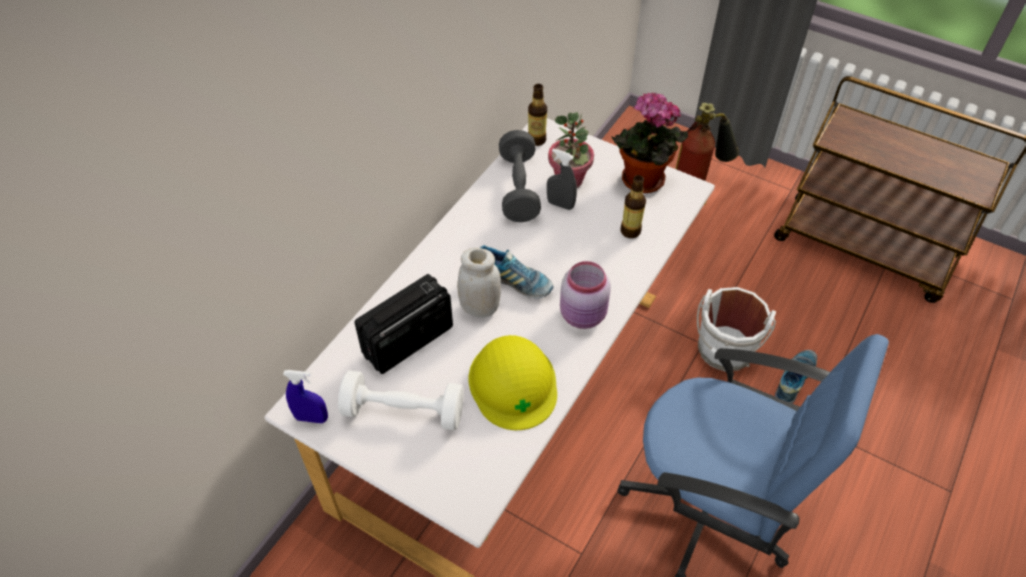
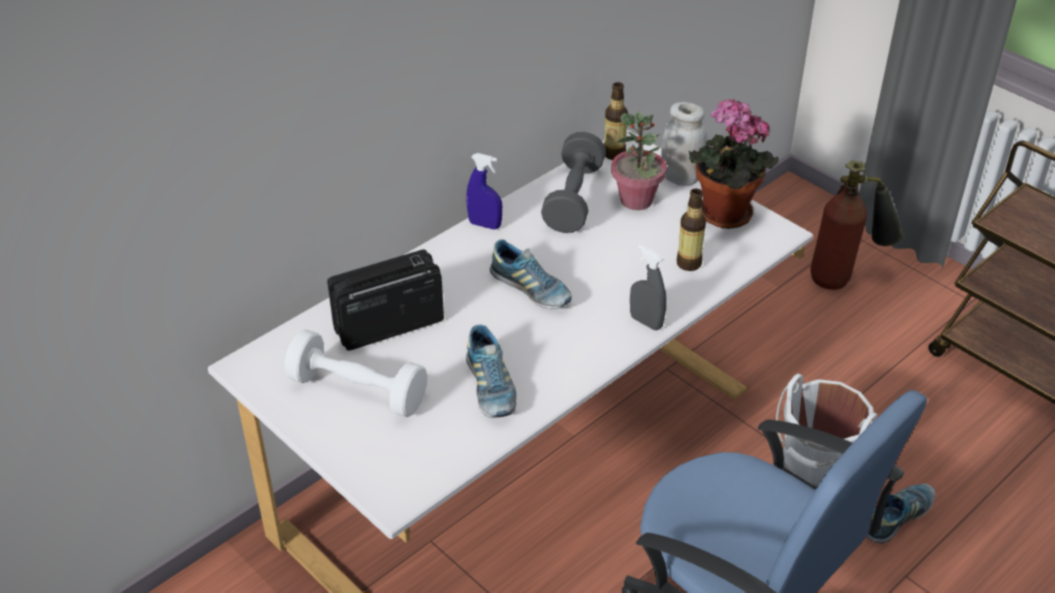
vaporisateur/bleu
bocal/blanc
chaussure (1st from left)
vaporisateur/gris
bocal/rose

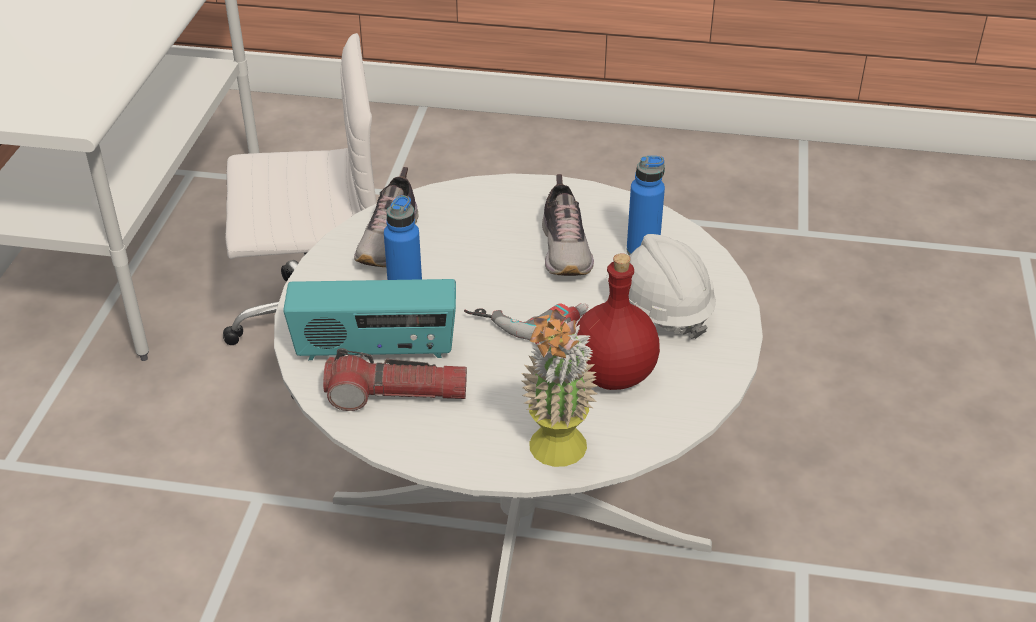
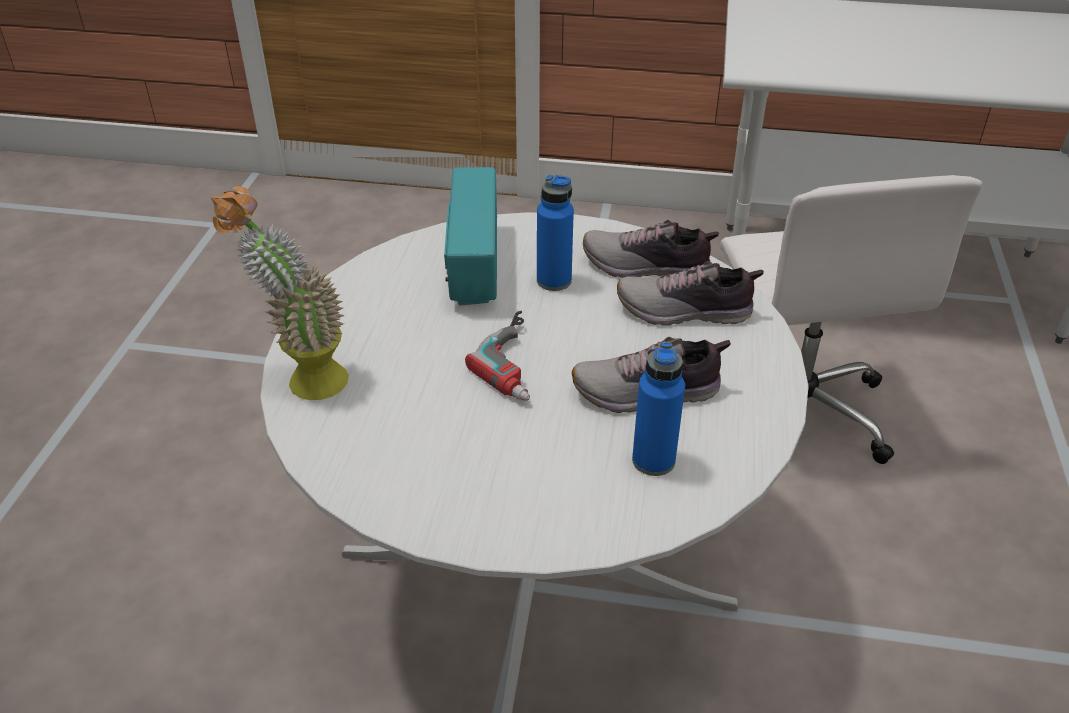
lampe de poche
bouteille/rouge
casque de chantier/blanc
chaussure (3rd from left)

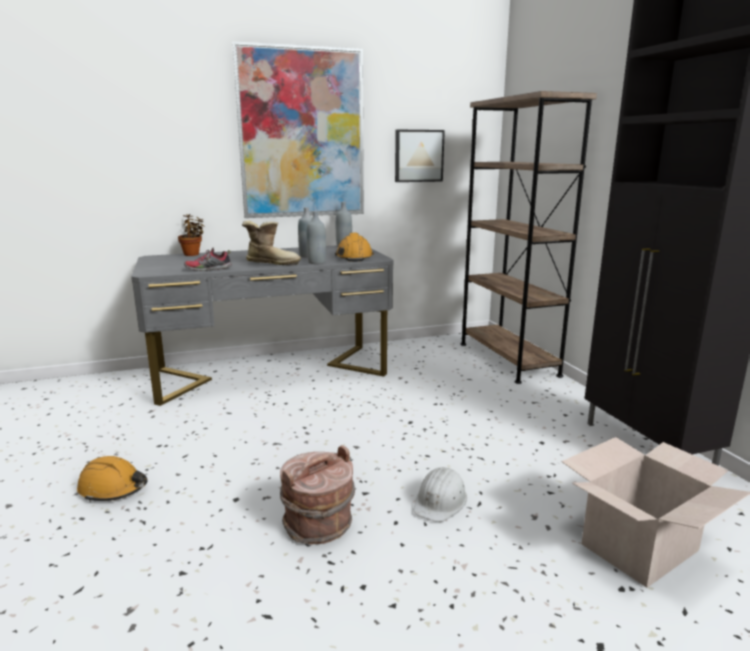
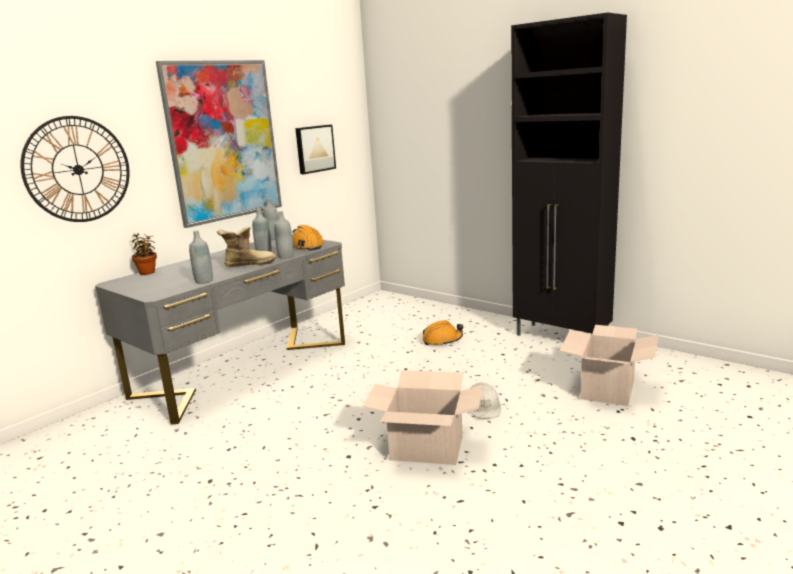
casque de chantier/orange (2nd from left)
bouteille/gris (1st from left)
carton (1st from left)
bibliothèque/marron
horloge murale

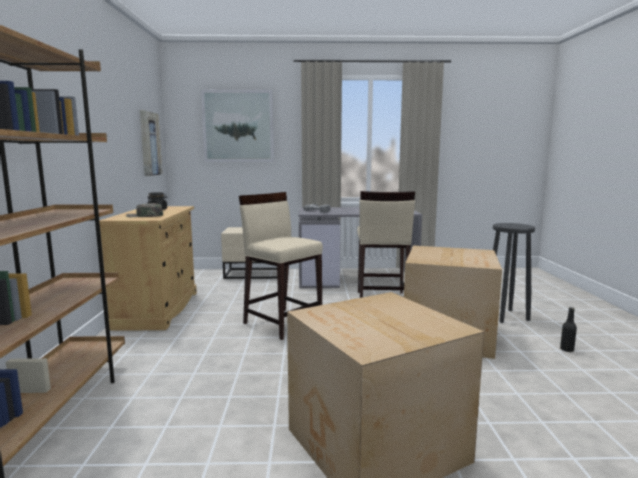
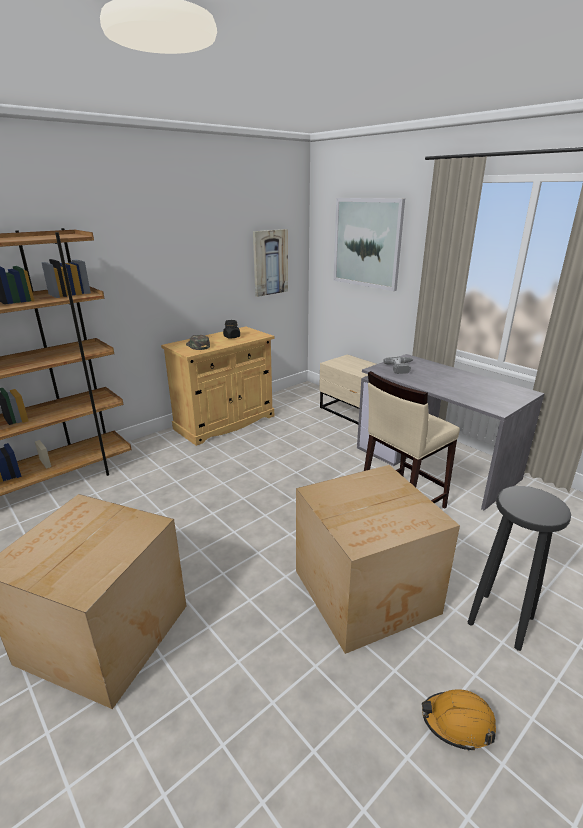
tabouret/beige (1st from left in the first image)
casque de chantier/orange

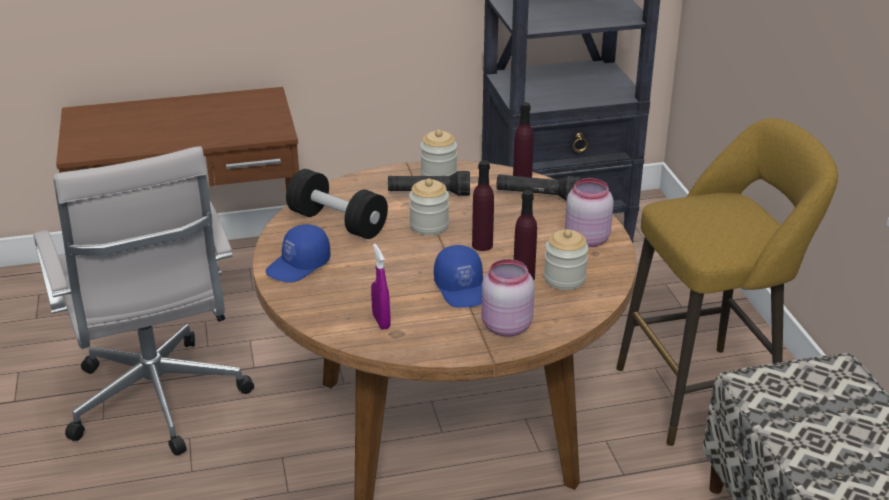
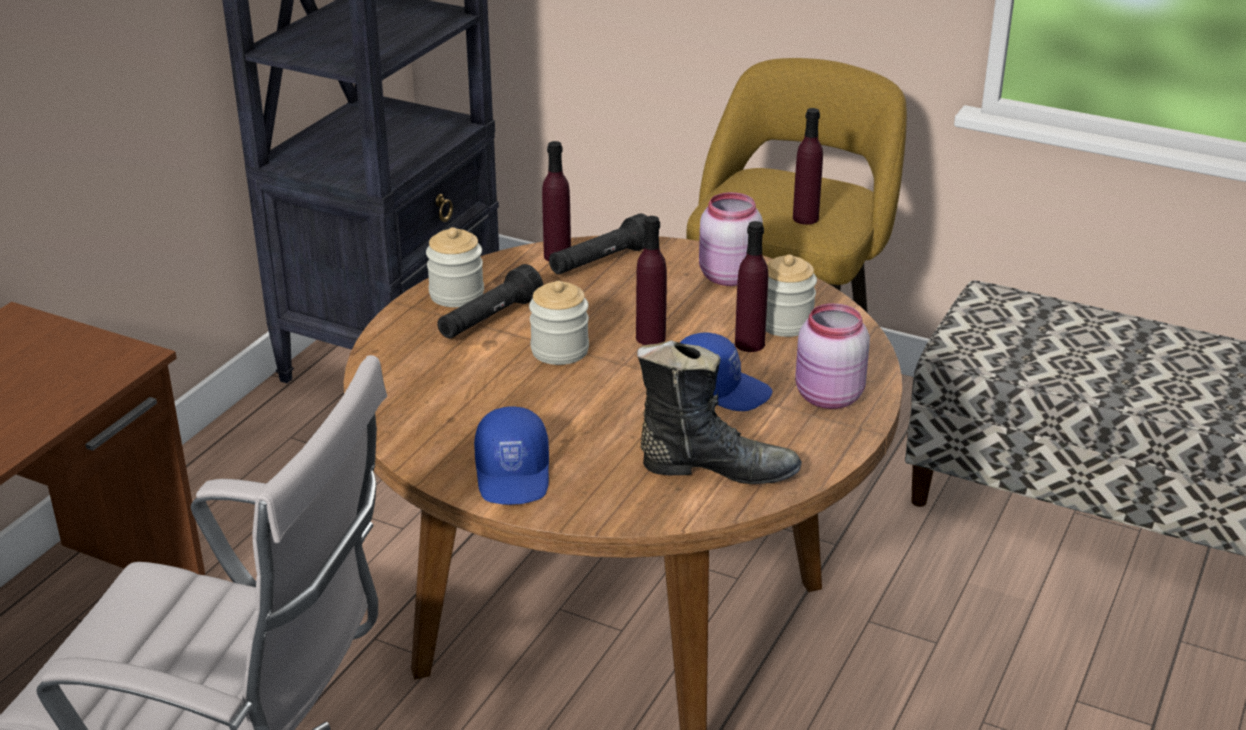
haltère/noir
botte/noir
bouteille/violet (4th from left)

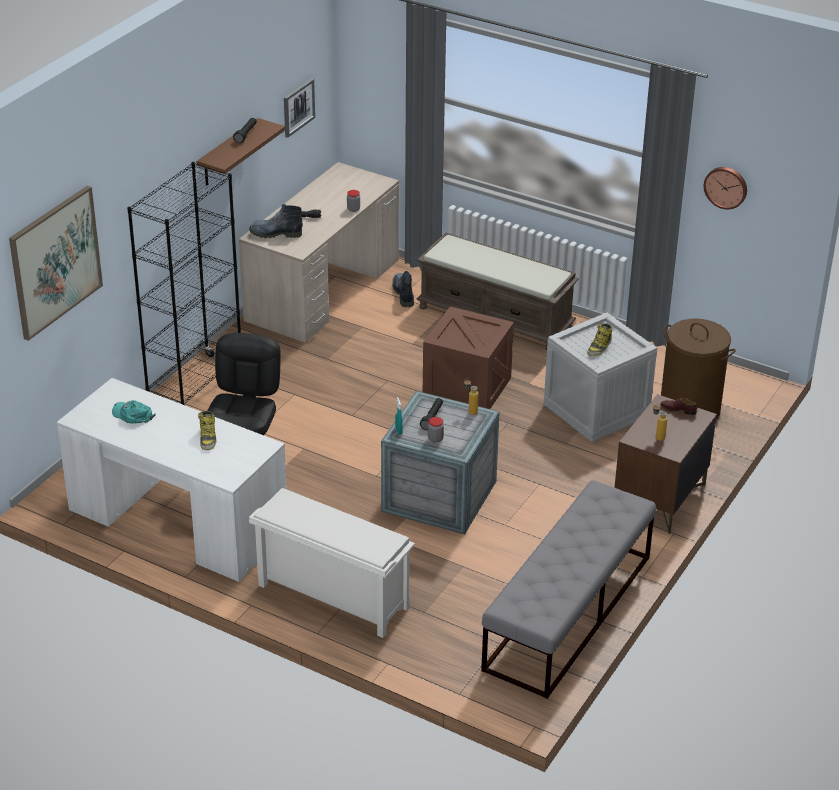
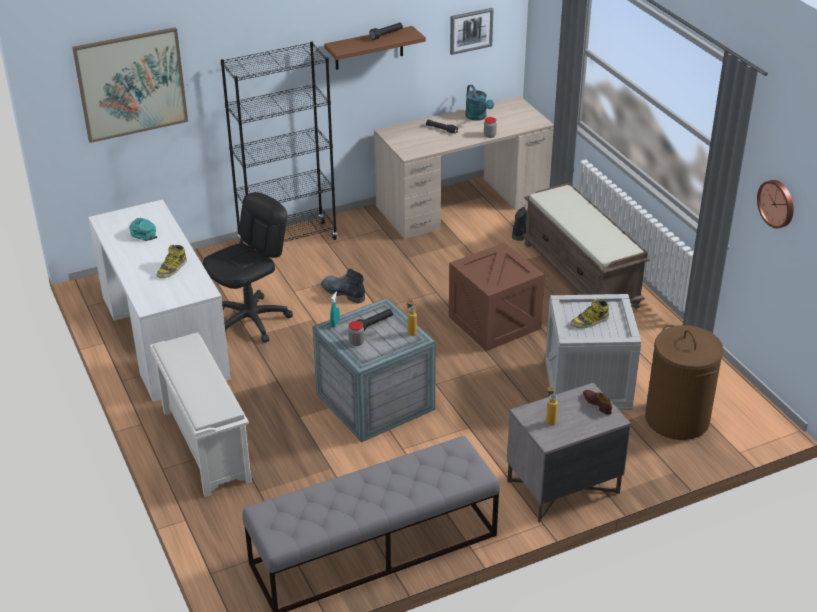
botte (2nd from left)
table de chevet/gris
arrosoir/turquoise

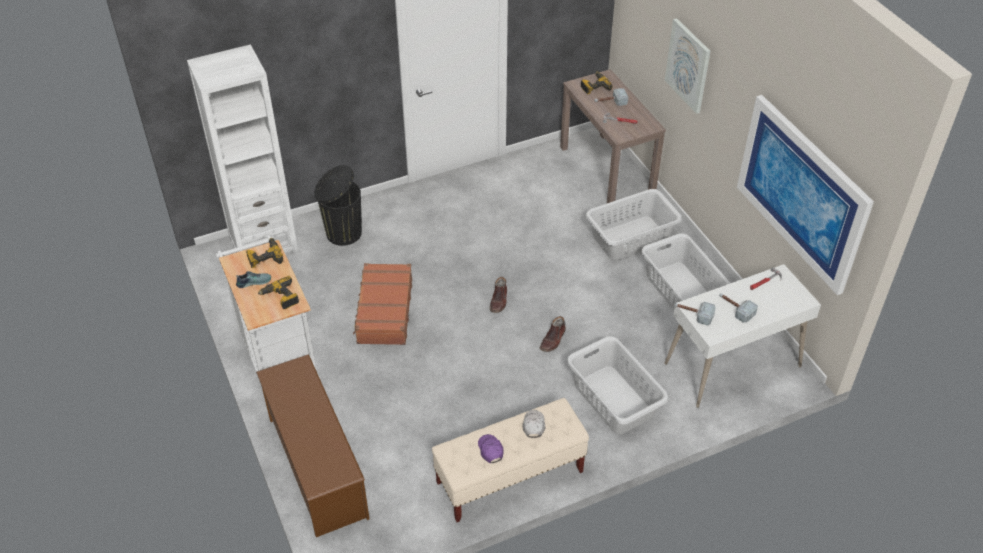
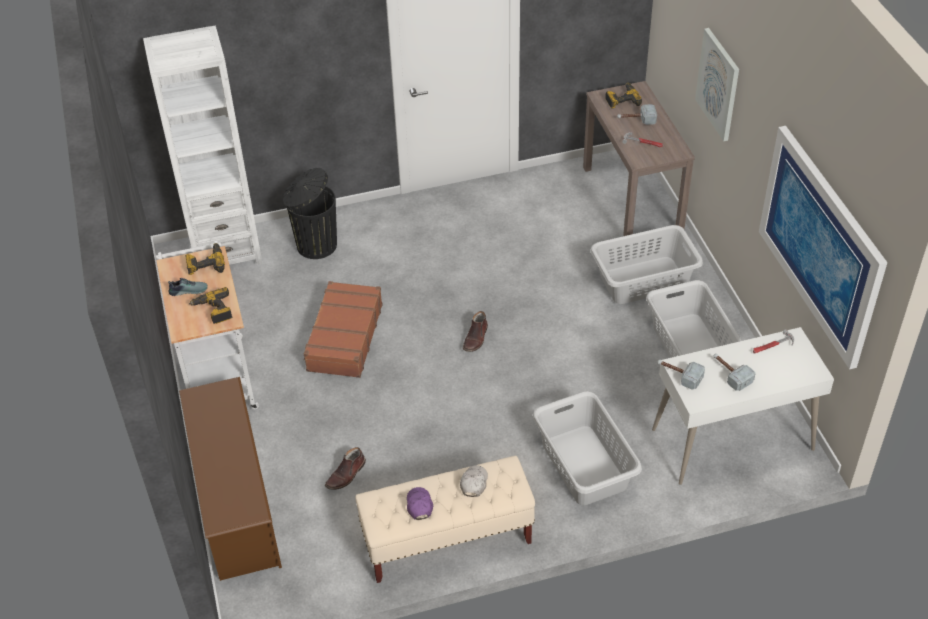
botte/marron (1st from left)

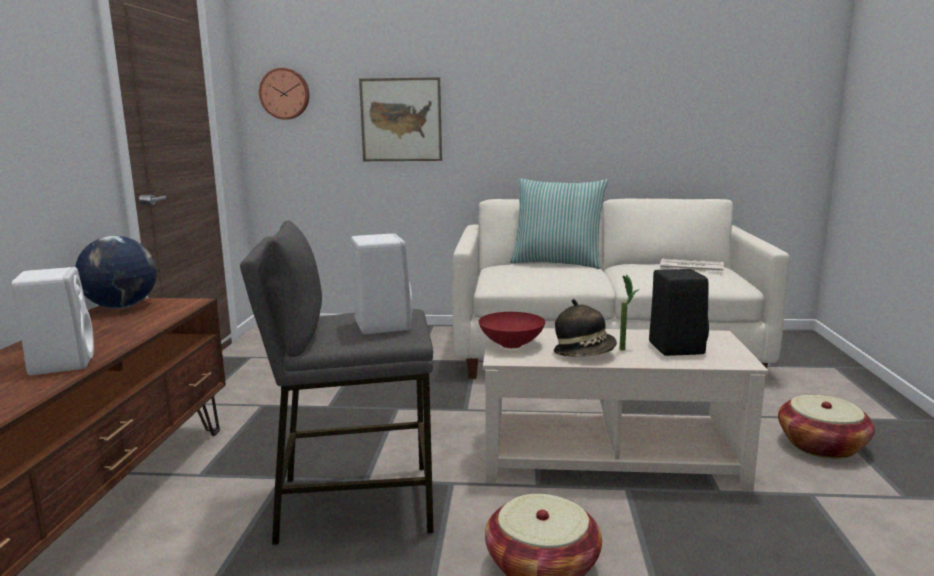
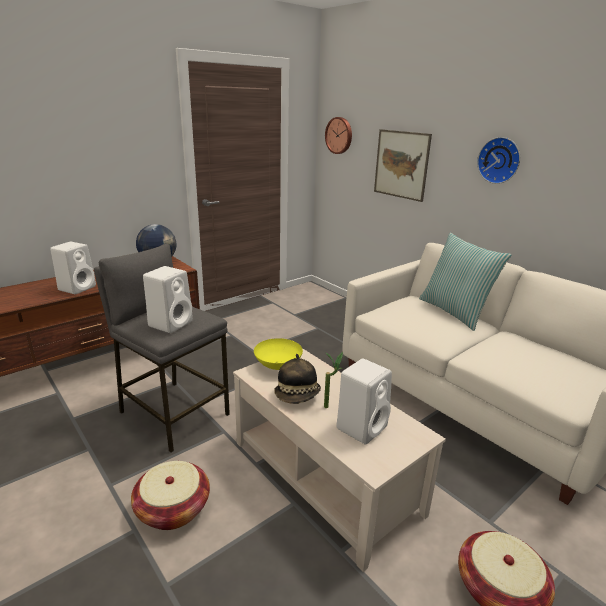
bol/jaune
enceinte/blanc (3rd from left)
journal
horloge murale (2nd from left)

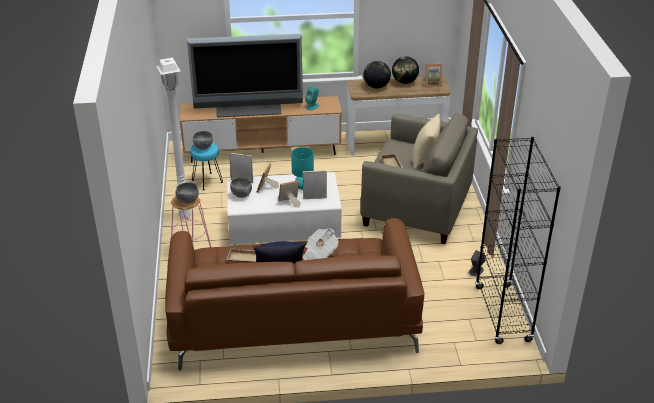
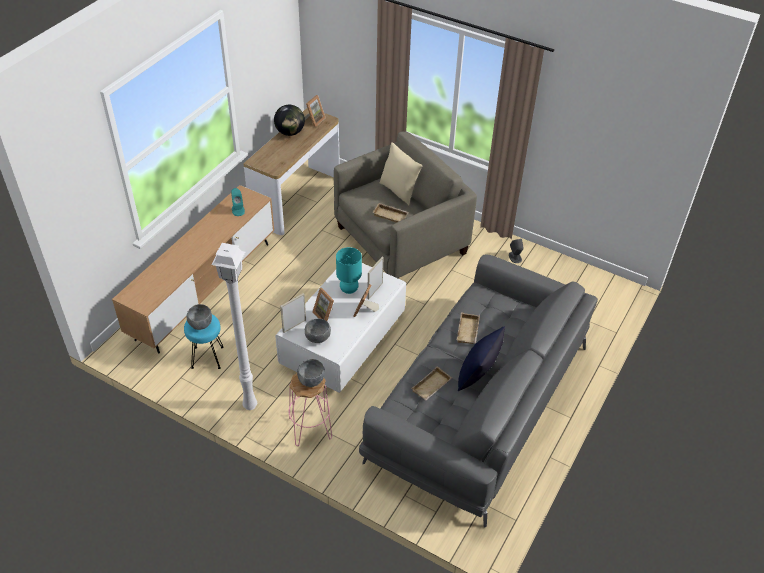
canapé/gris
téléviseur
plateau/beige (3rd from left)
globe (1st from left in the first image)
bibliothèque/noir

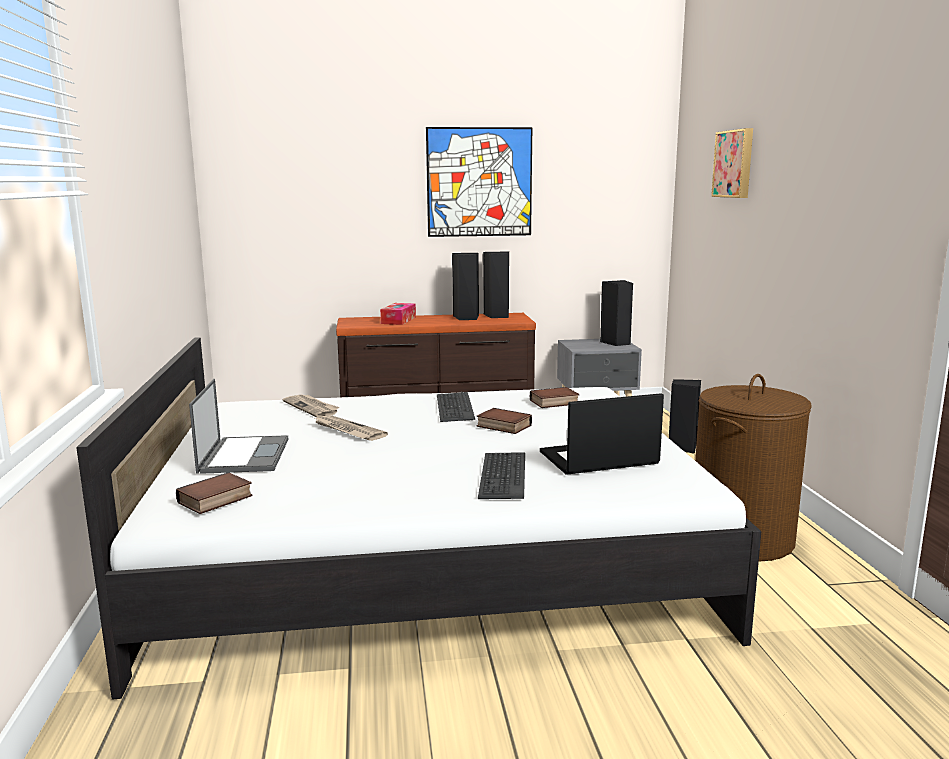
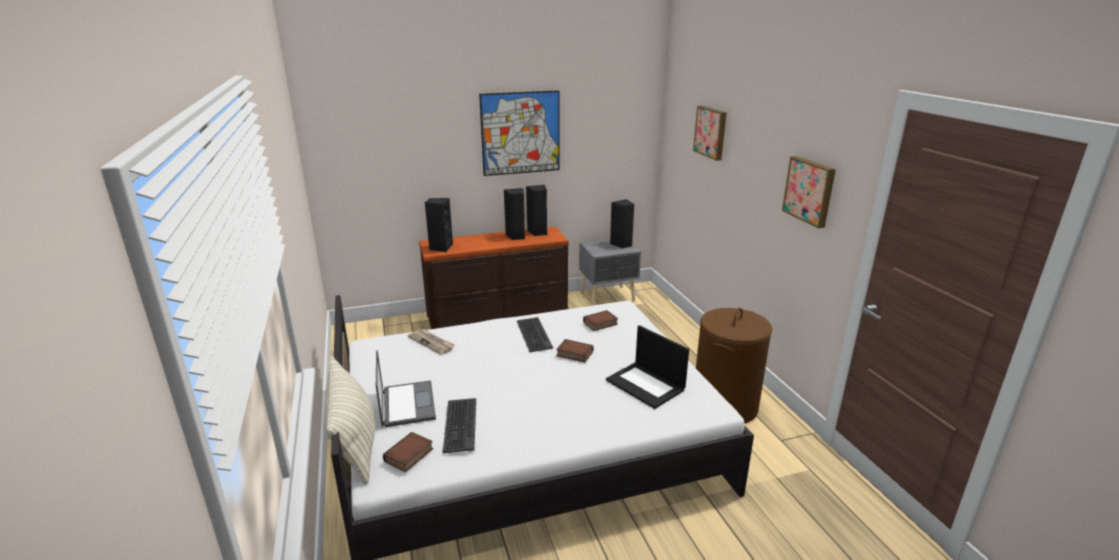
journal (2nd from left in the first image)
boîte à mouchoirs
clavier (1st from left)
ordinateur portable (2nd from left)
enceinte/noir (1st from left)
coussin
tableau (3rd from left)

